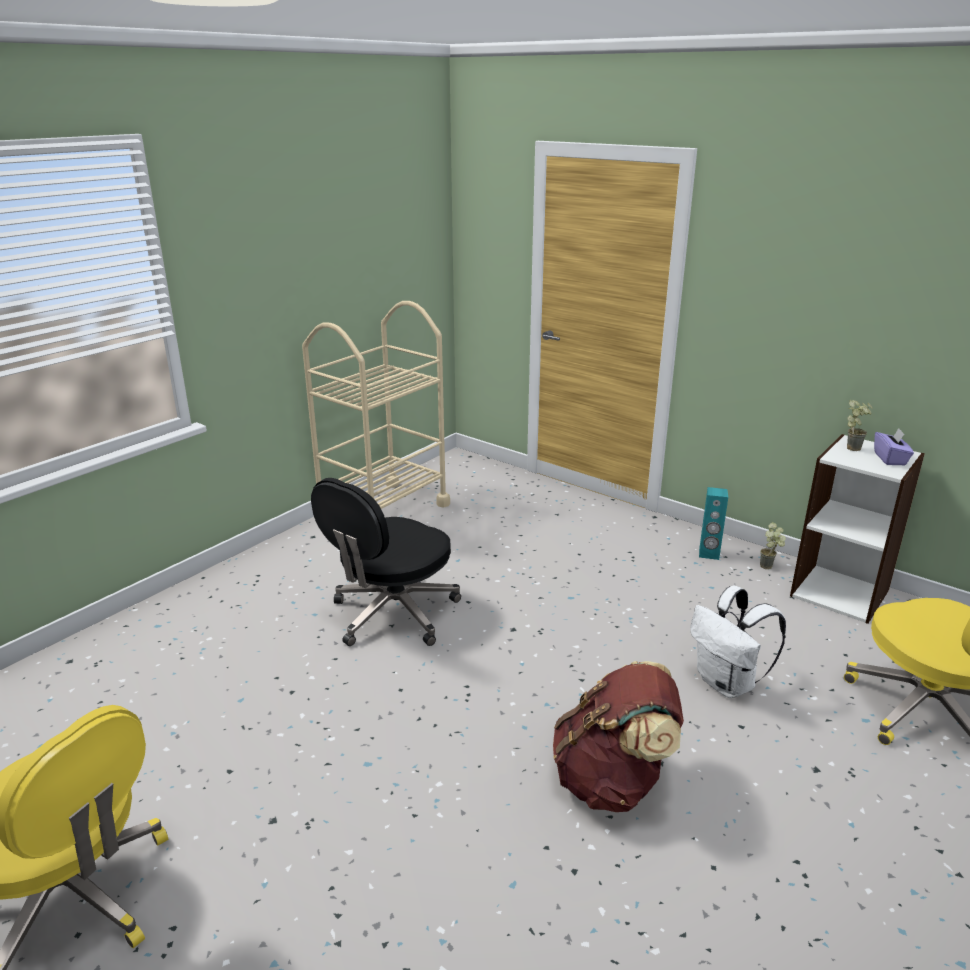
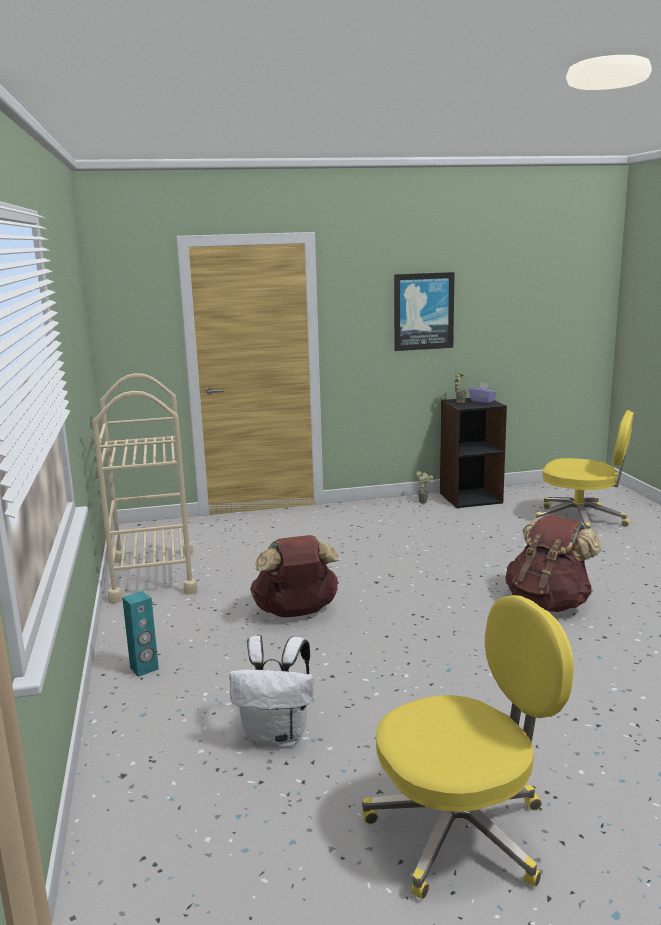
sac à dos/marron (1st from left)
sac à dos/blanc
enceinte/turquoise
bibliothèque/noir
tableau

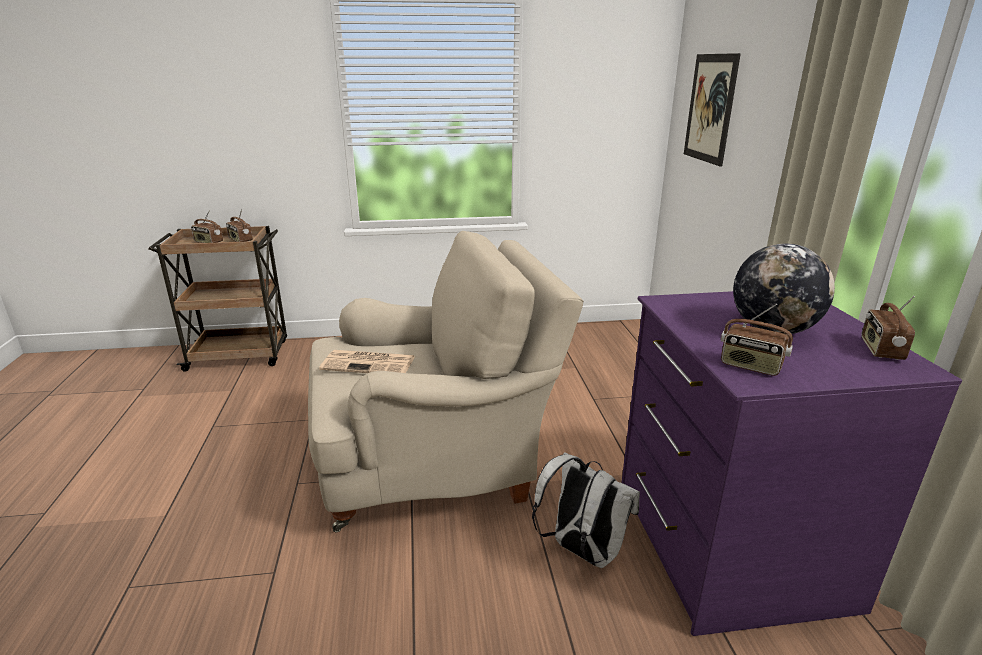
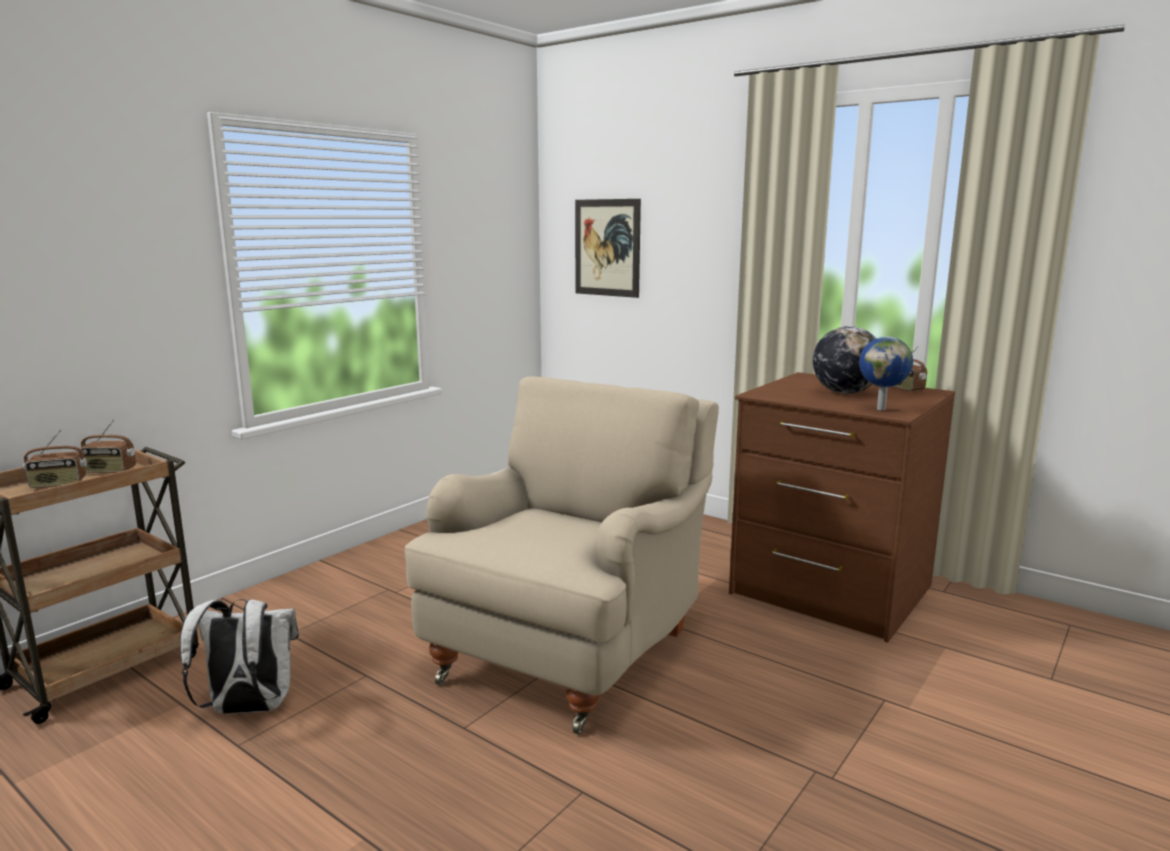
journal
sac à dos/blanc
commode/marron
globe (2nd from left)

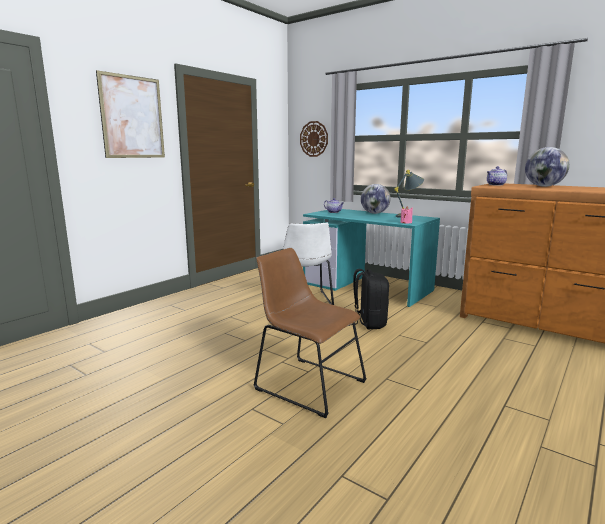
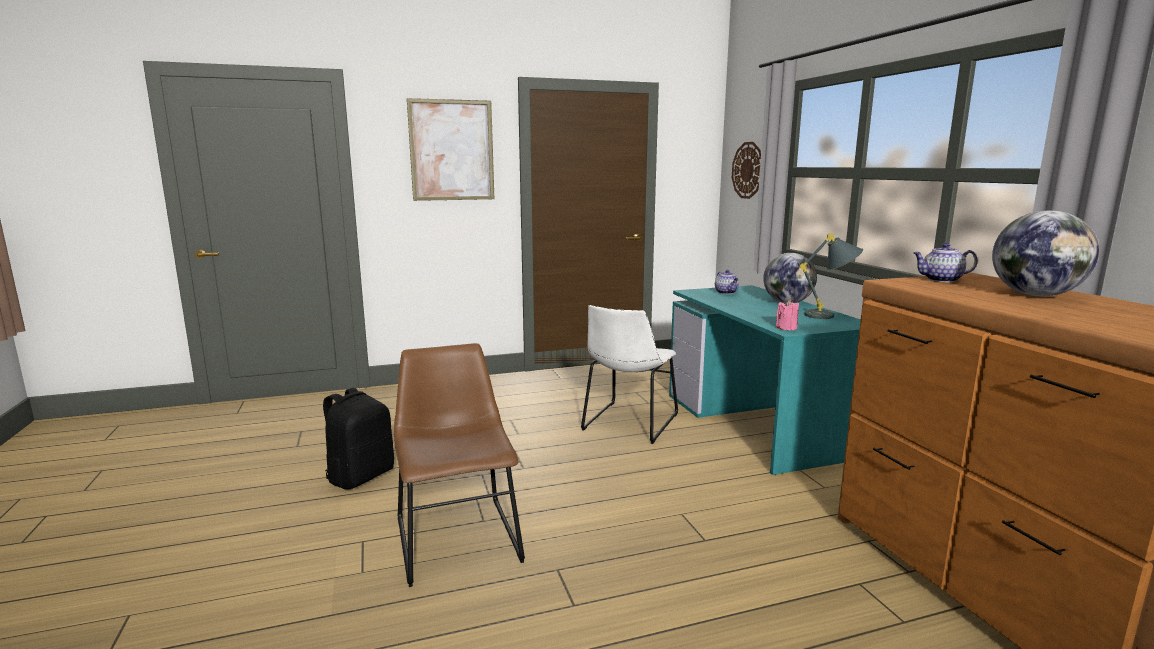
sac à dos/noir

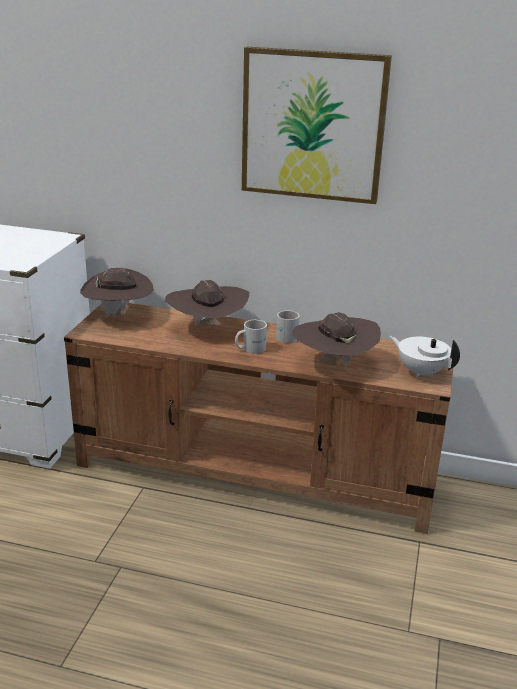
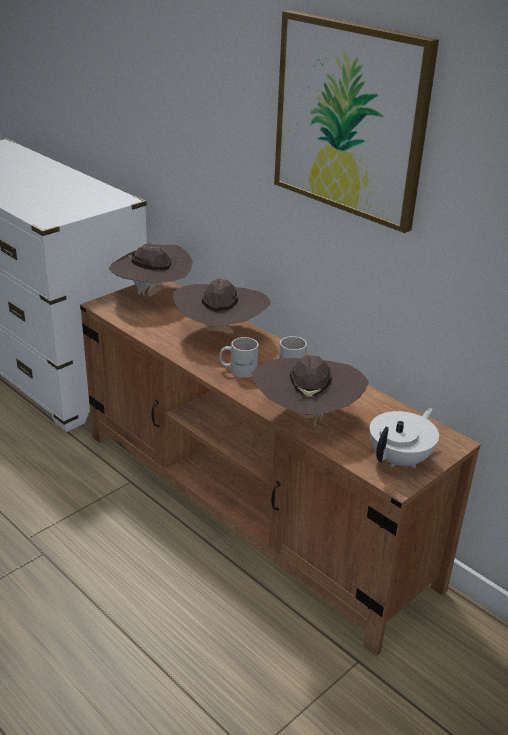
théière/blanc

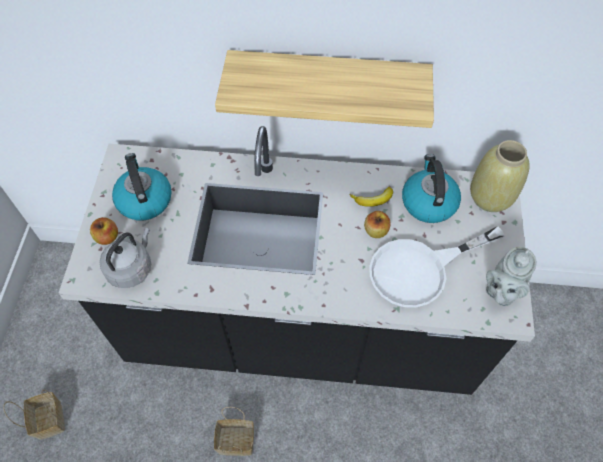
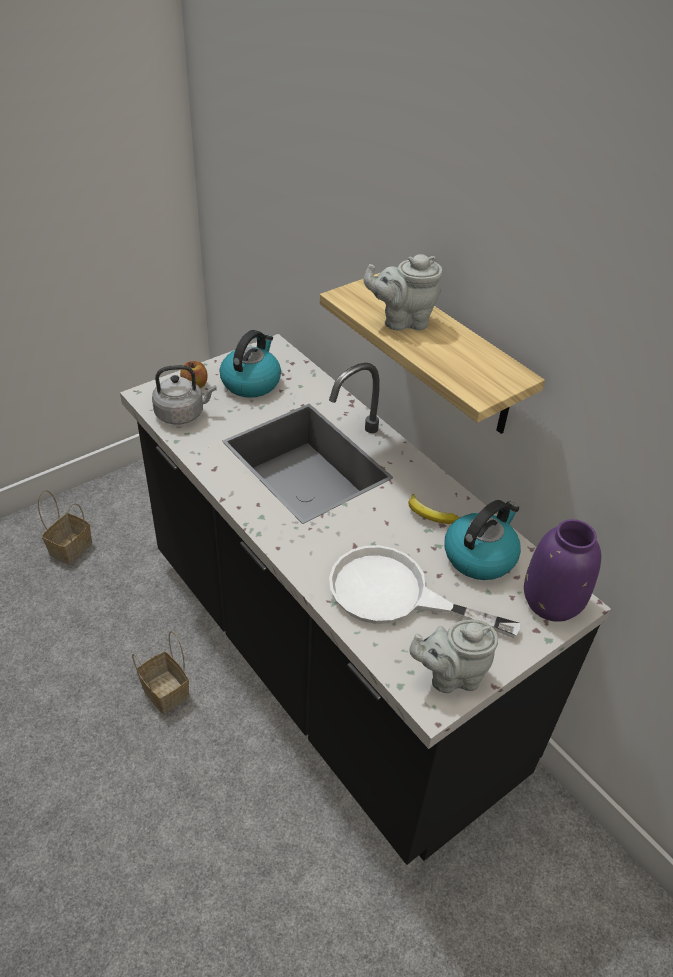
pomme (2nd from left in the first image)
vase/violet
théière/gris (1st from left)

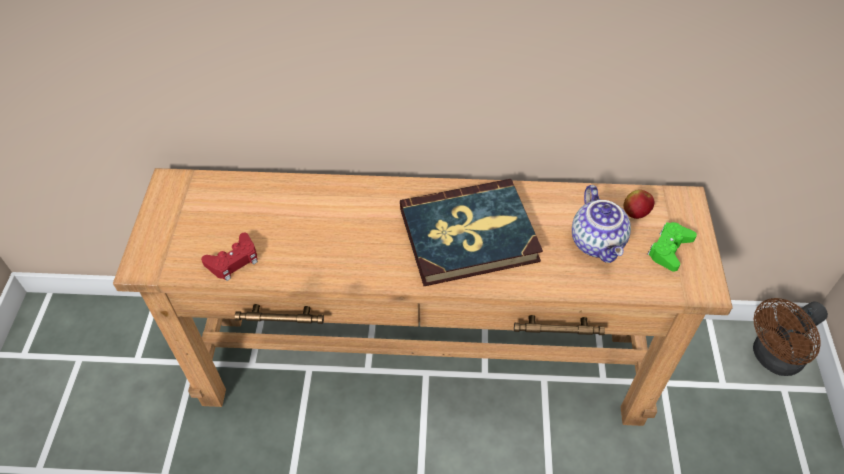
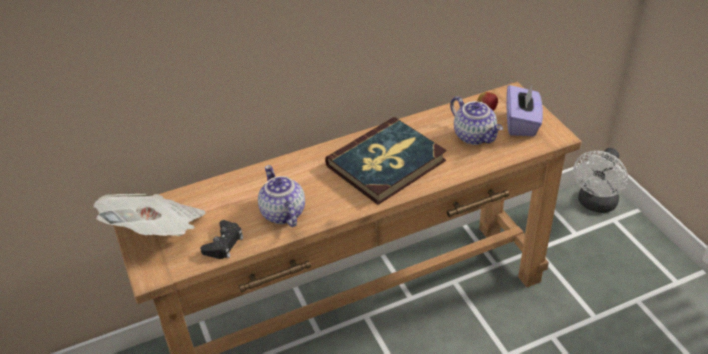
manette/noir
boîte à mouchoirs/violet
ventilateur/blanc
journal
théière (1st from left)

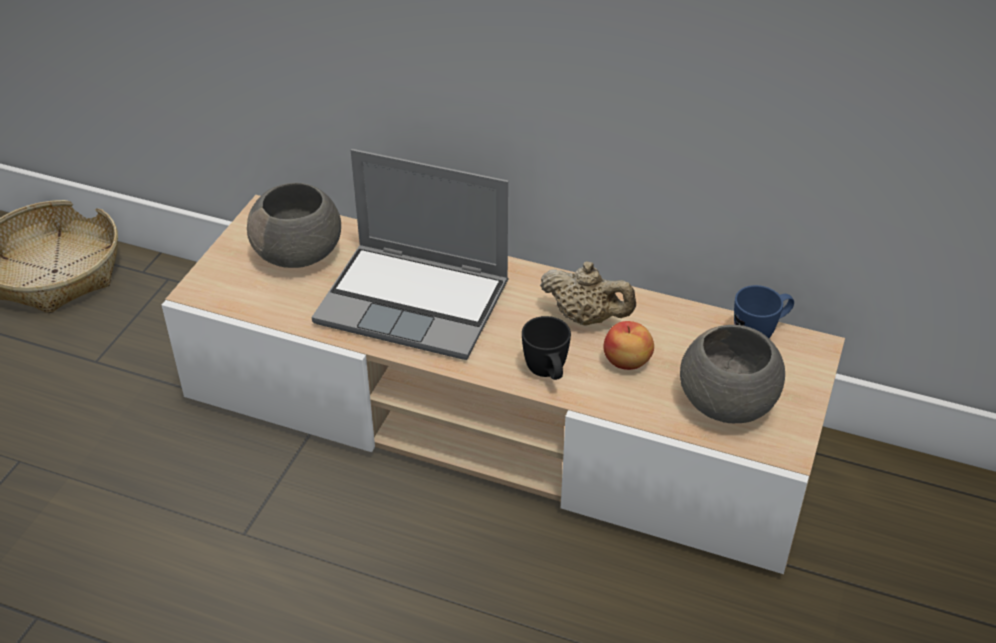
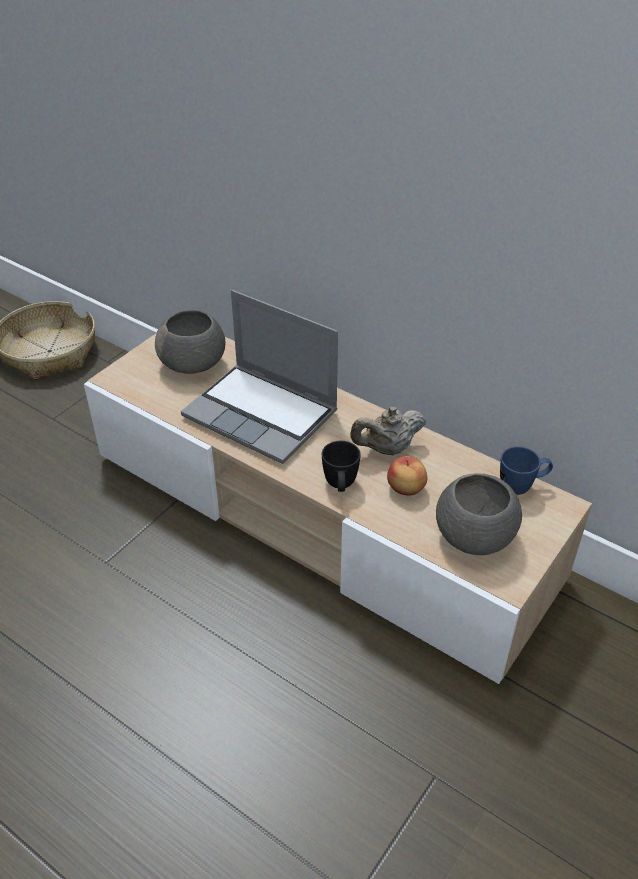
théière/beige

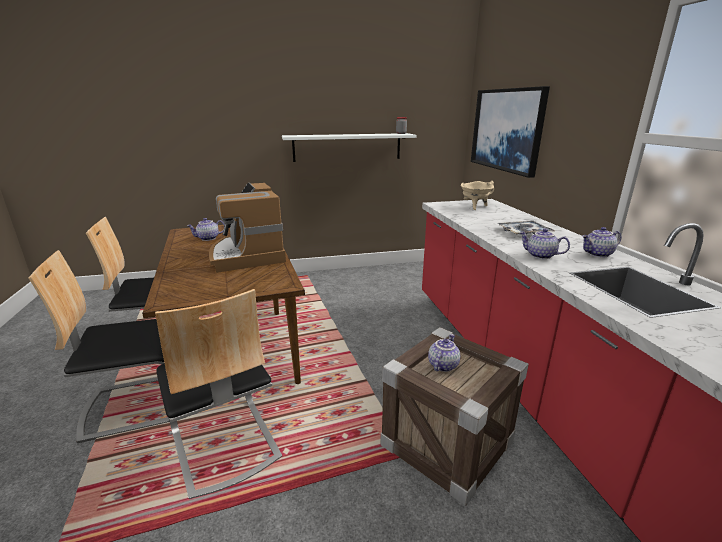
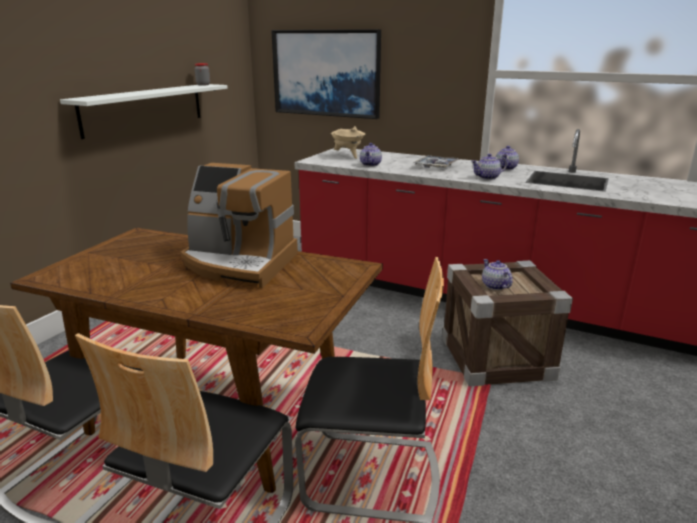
théière (1st from left)

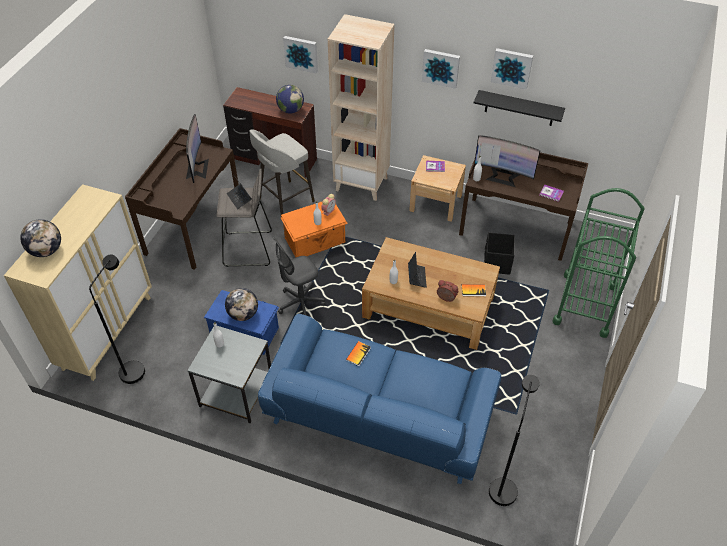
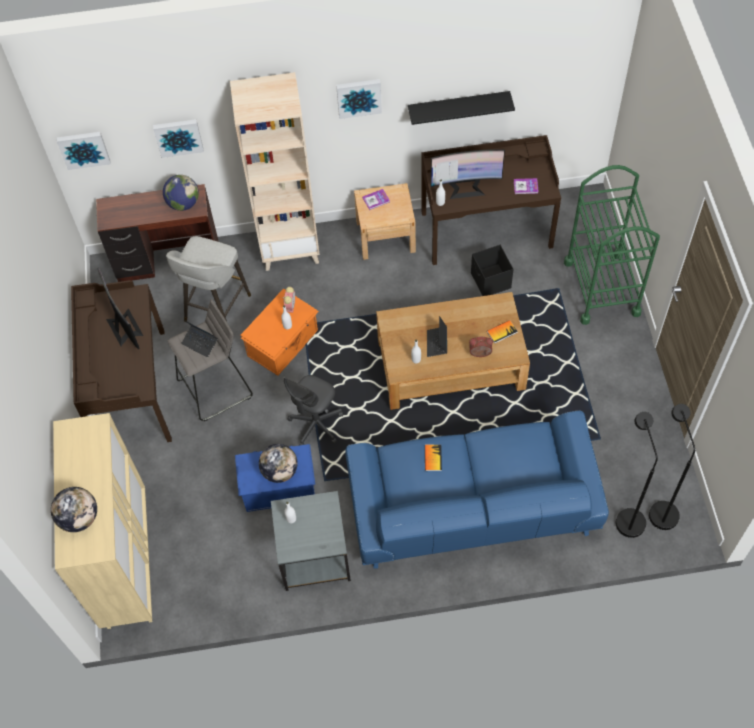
lampadaire/noir (2nd from left)
ordinateur portable (2nd from left)
tableau (1st from left)

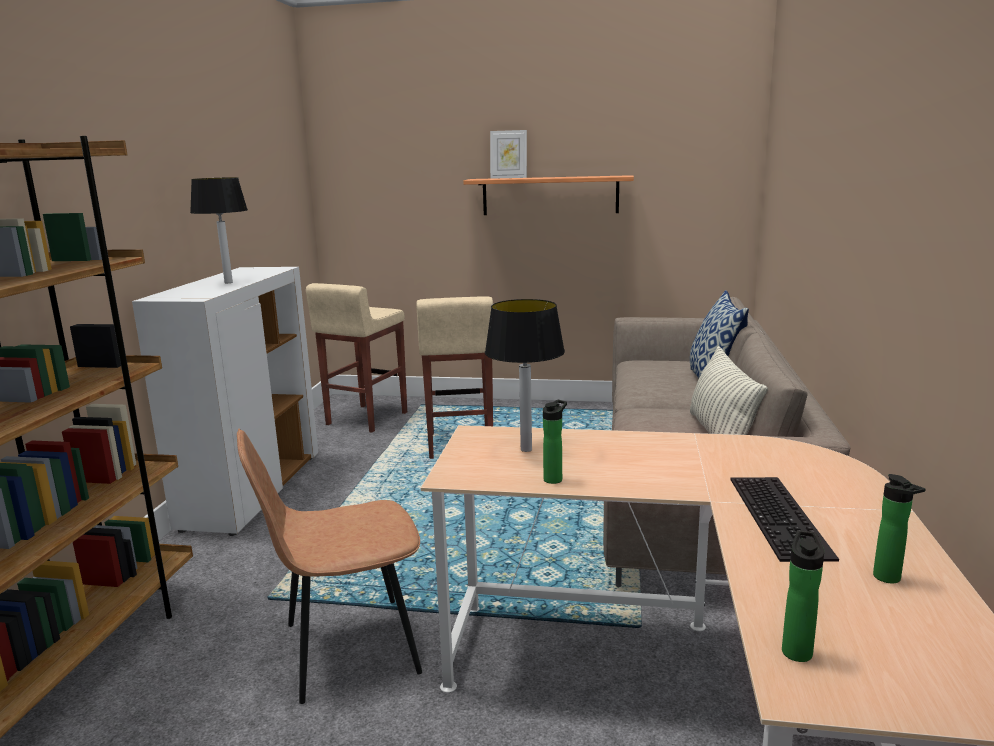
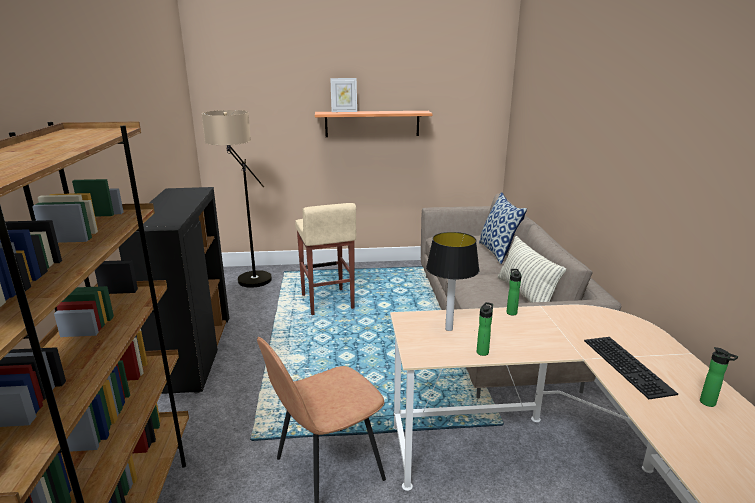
meuble de rangement/noir
lampe de table (1st from left in the first image)
lampadaire
bouteille (2nd from left)

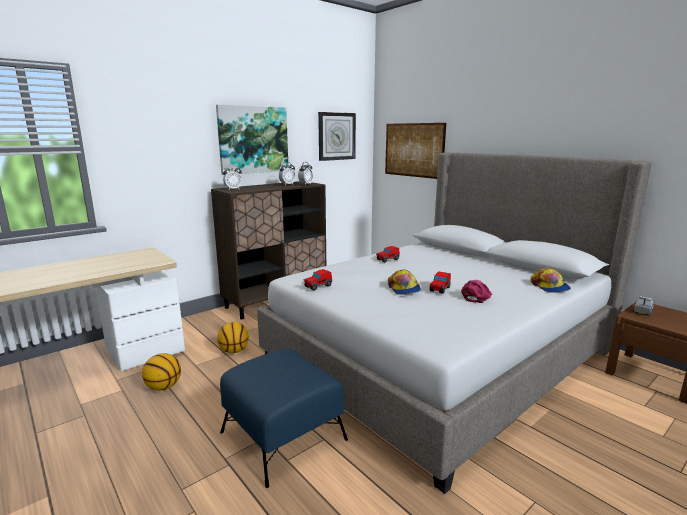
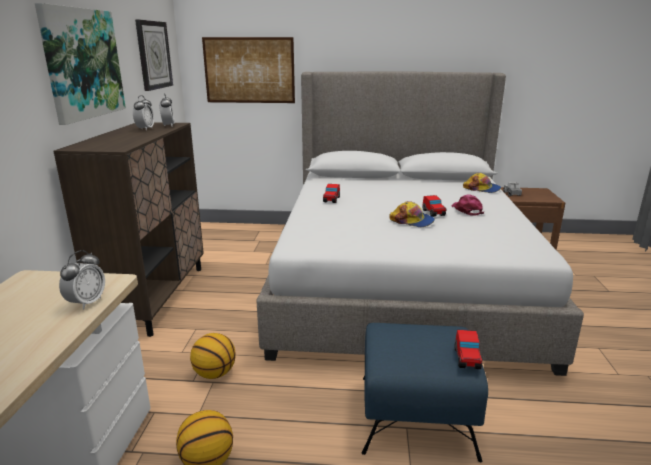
réveil (1st from left)
petite voiture (3rd from left)

